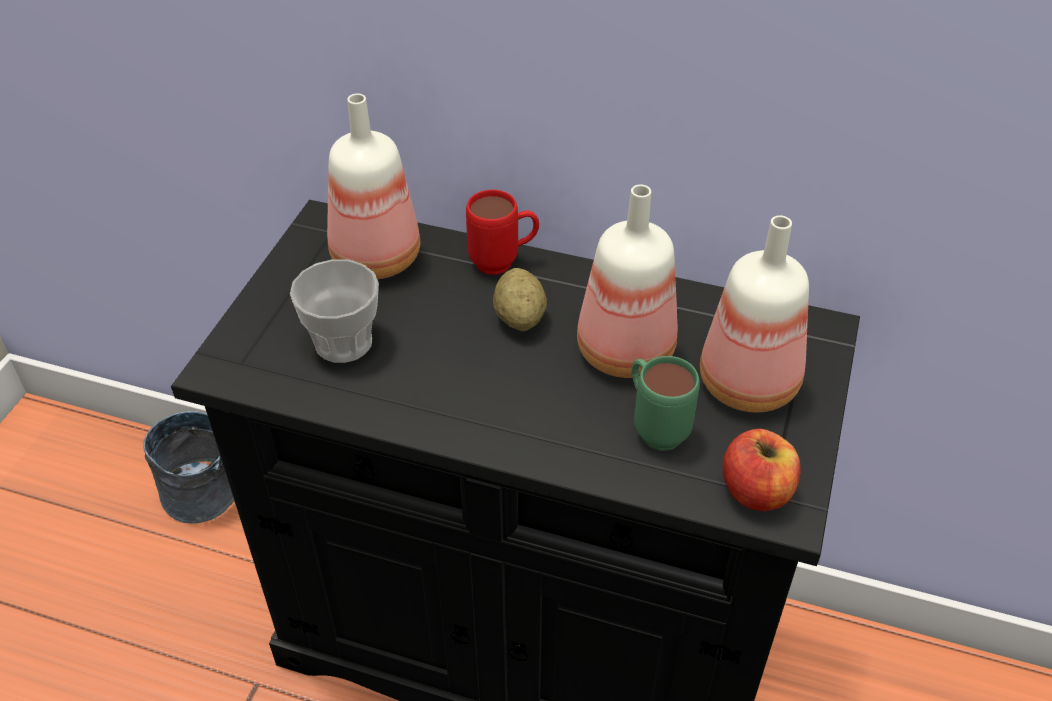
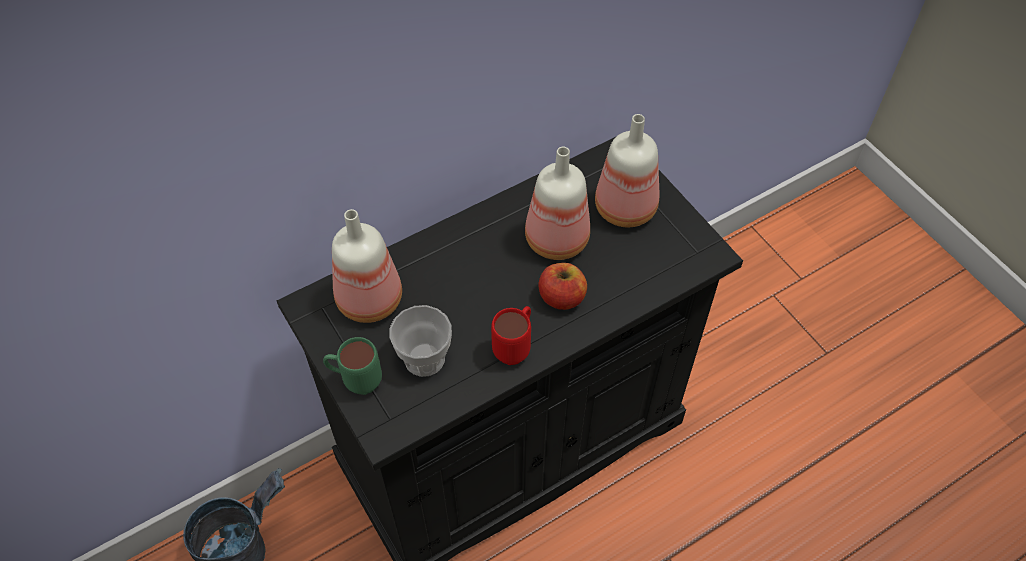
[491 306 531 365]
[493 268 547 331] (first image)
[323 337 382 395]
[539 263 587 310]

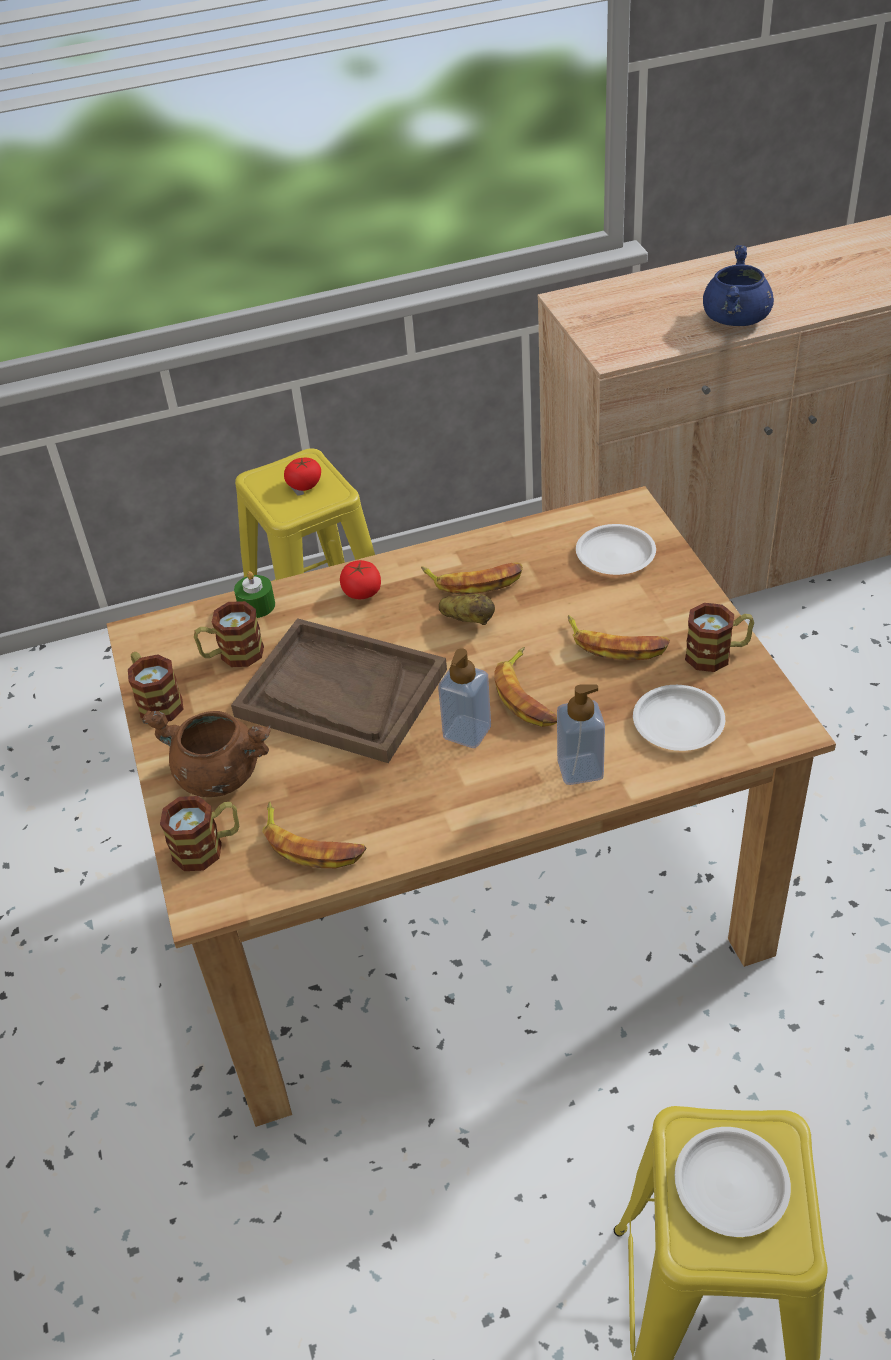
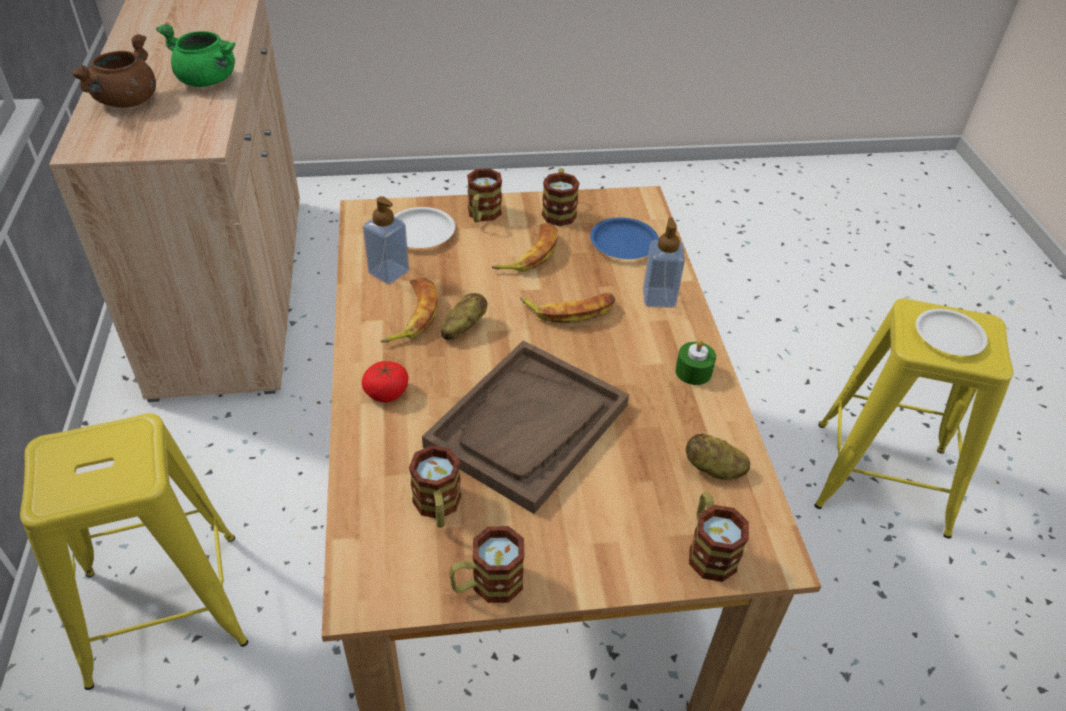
[71 34 156 108]
[675 339 716 385]
[686 433 750 480]
[284 458 321 491] (first image)
[363 196 409 284]
[590 217 659 259]
[156 24 236 87]
[467 168 502 223]

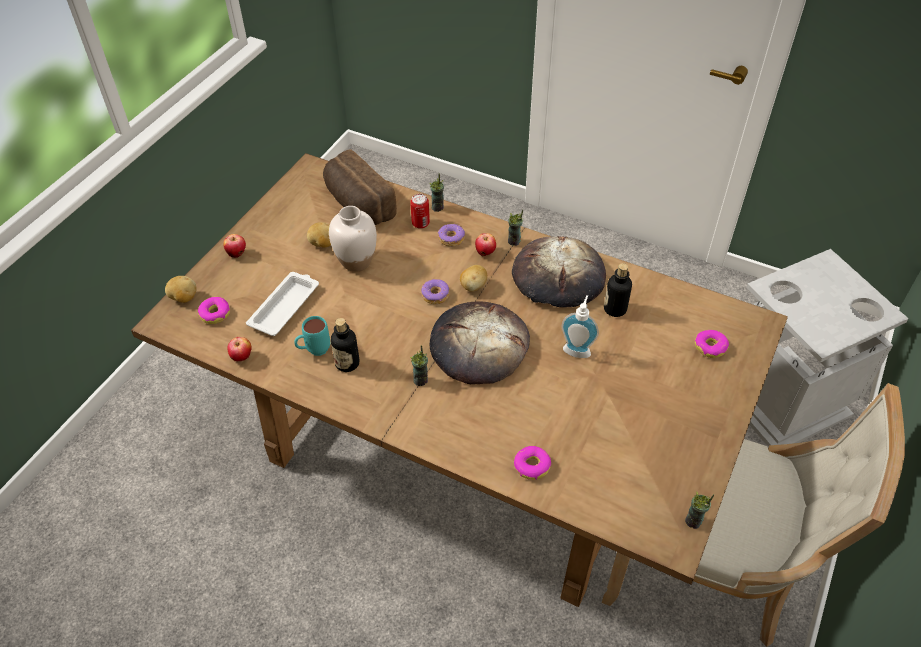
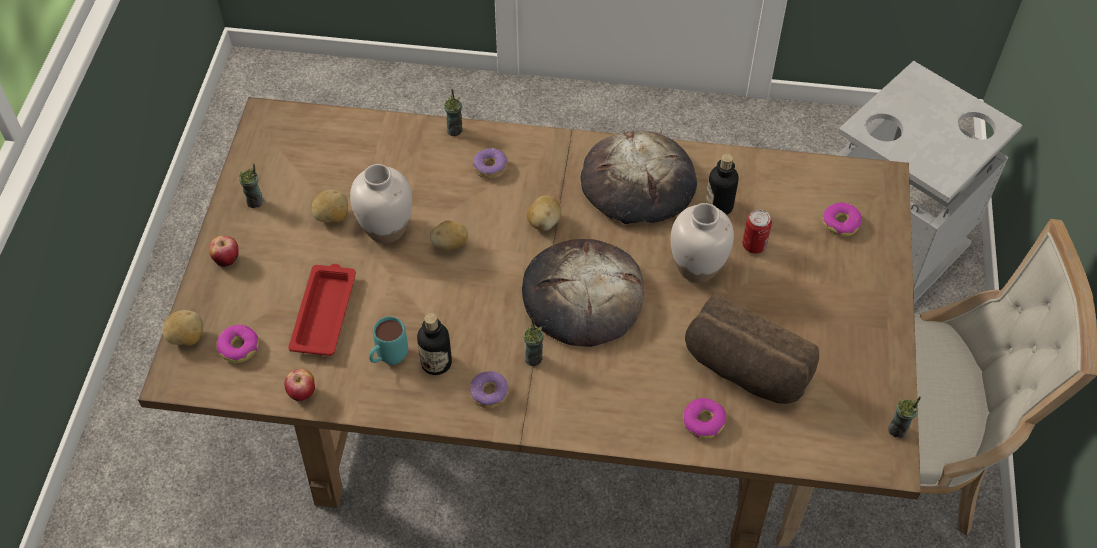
[288 264 356 356]
[685 294 819 404]
[742 210 772 254]
[470 371 508 409]
[475 233 496 256] (first image)
[239 163 263 208]
[671 203 734 283]
[430 221 469 250]

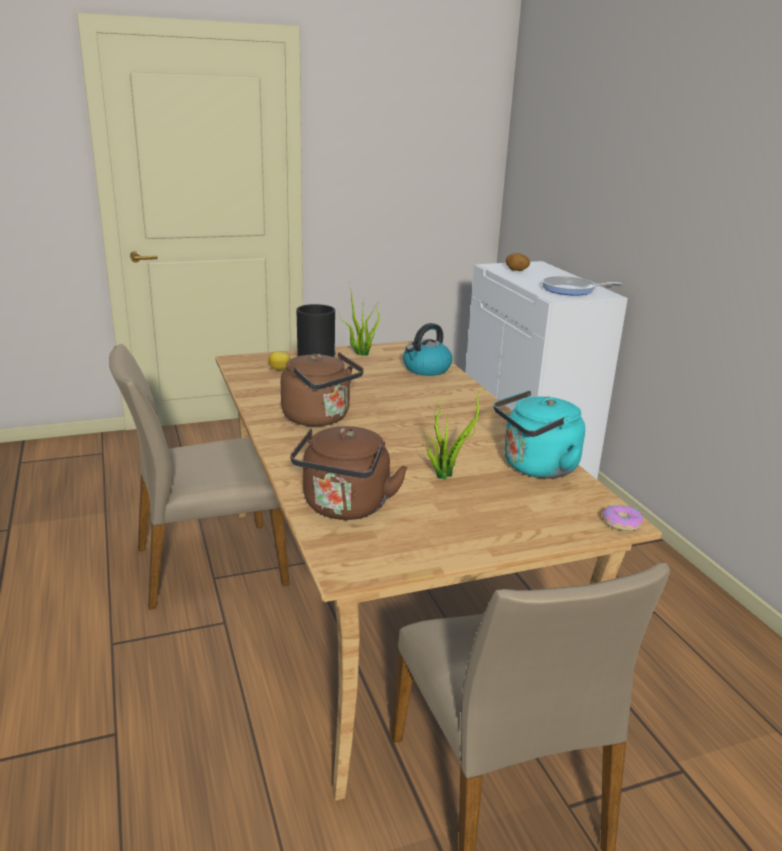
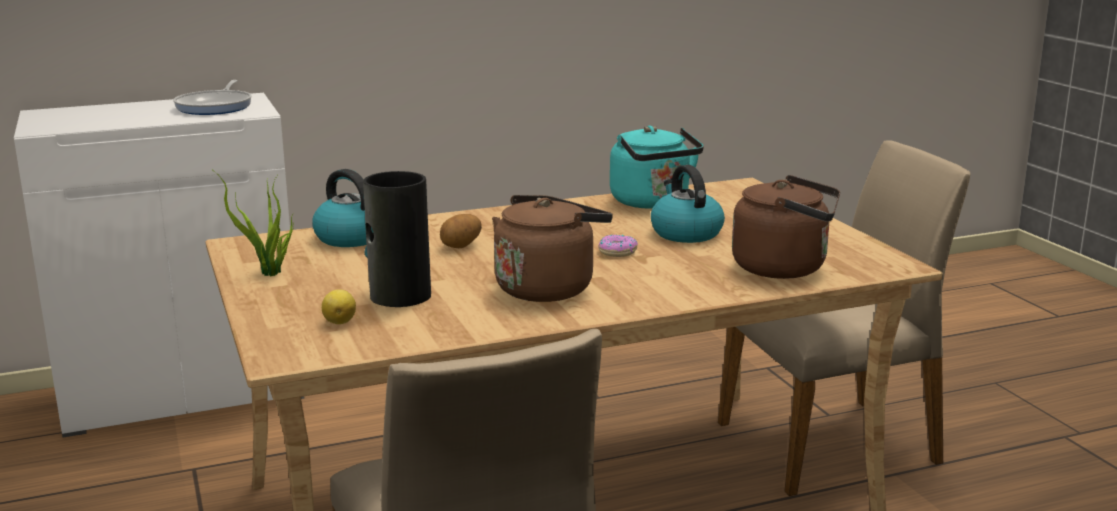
[651 165 725 243]
[440 214 482 248]
[598 234 638 257]

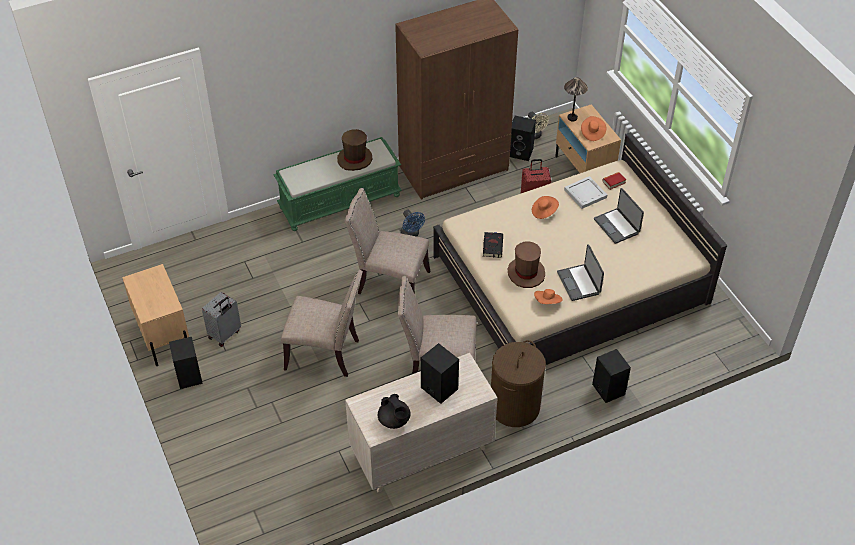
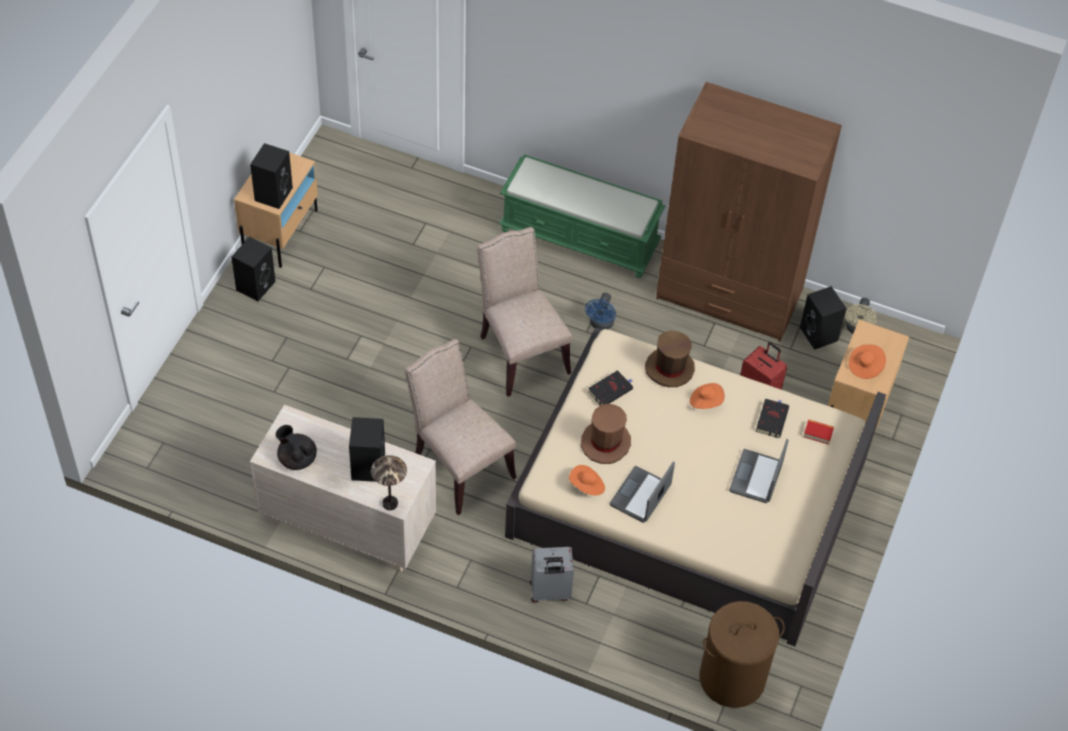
[530 547 574 603]
[281 270 363 377] (first image)
[645 331 695 387]
[275 425 317 470]
[700 601 785 708]
[371 455 407 510]
[756 399 789 438]
[250 143 293 209]

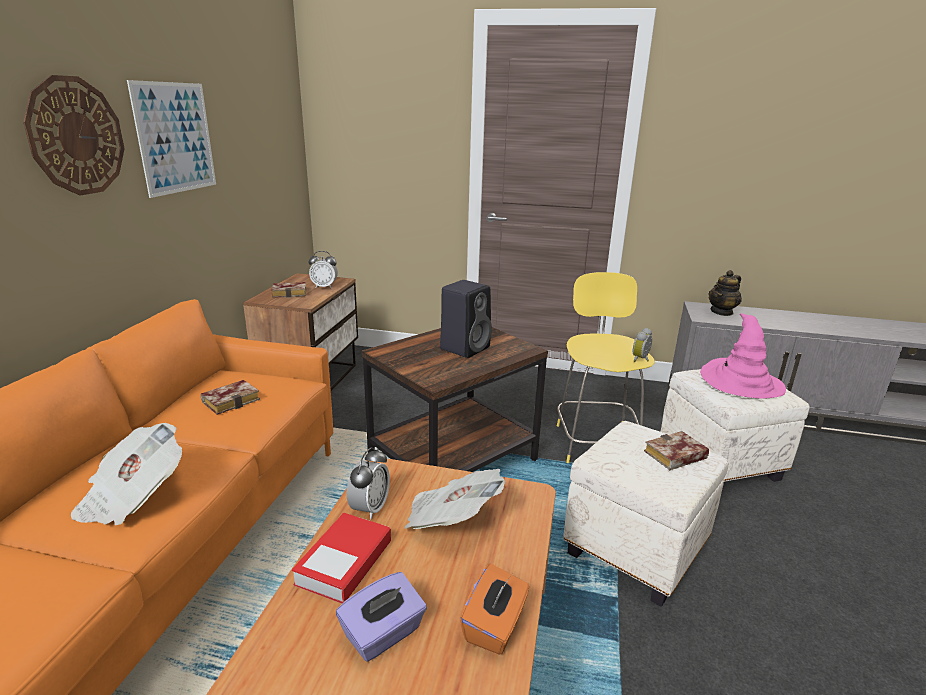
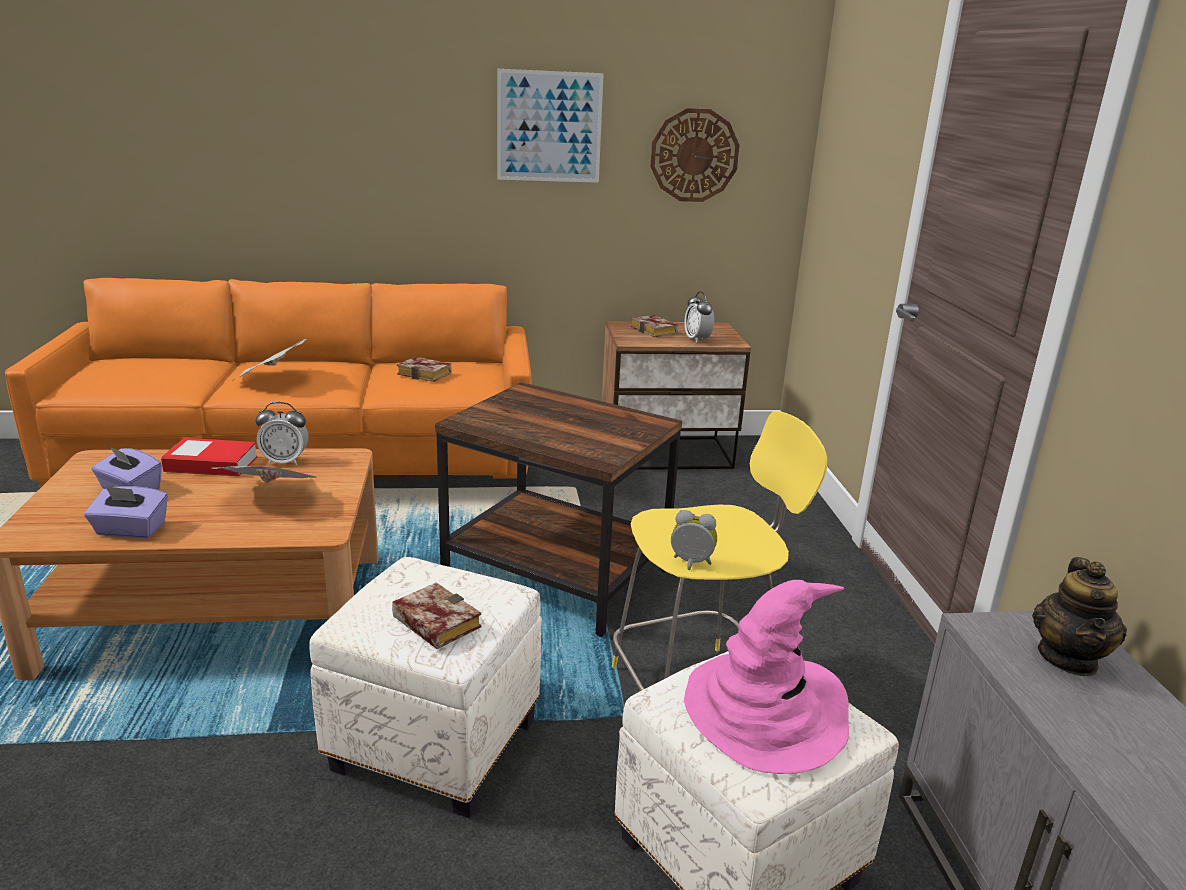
[650 108 740 202]
[440 280 492 358] (first image)
[84 486 168 538]
[1032 557 1127 676]

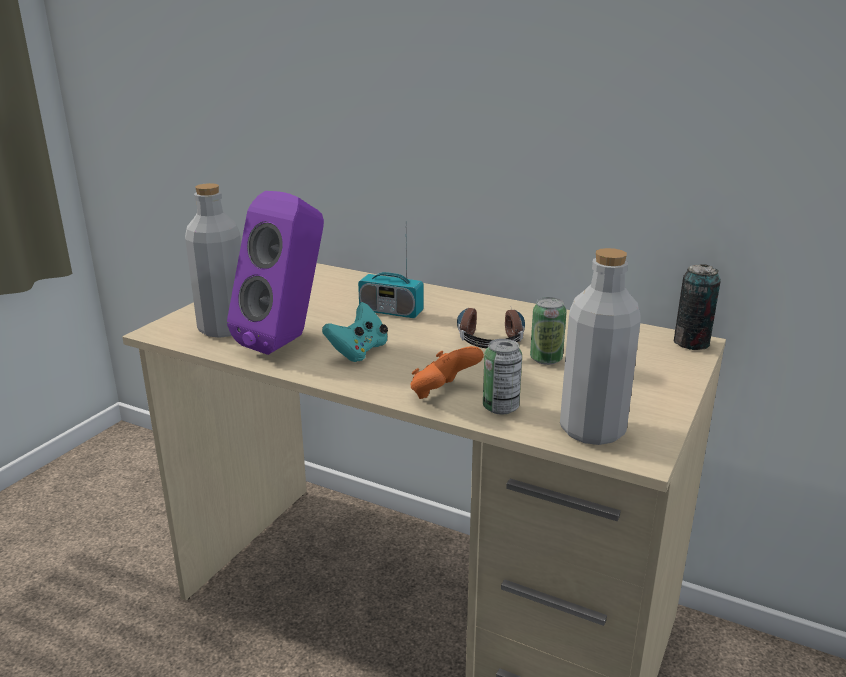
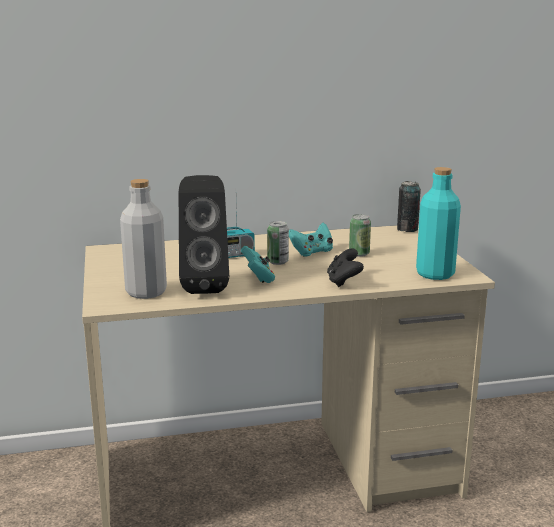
[179 175 229 294]
[327 248 364 287]
[289 223 333 257]
[267 221 289 265]
[416 167 461 280]

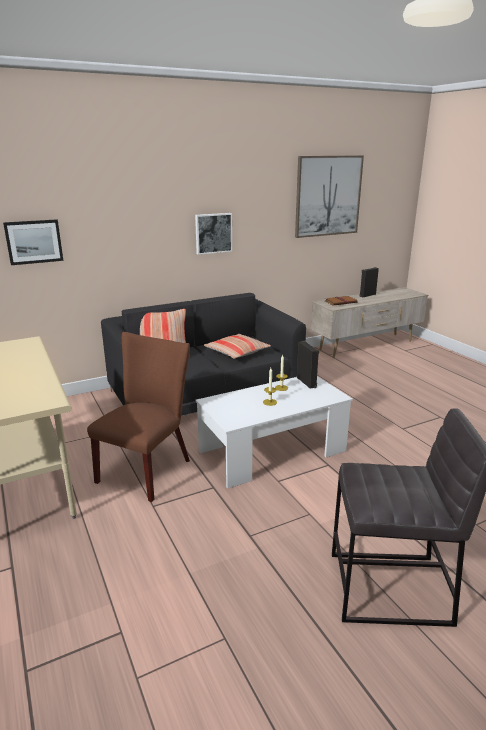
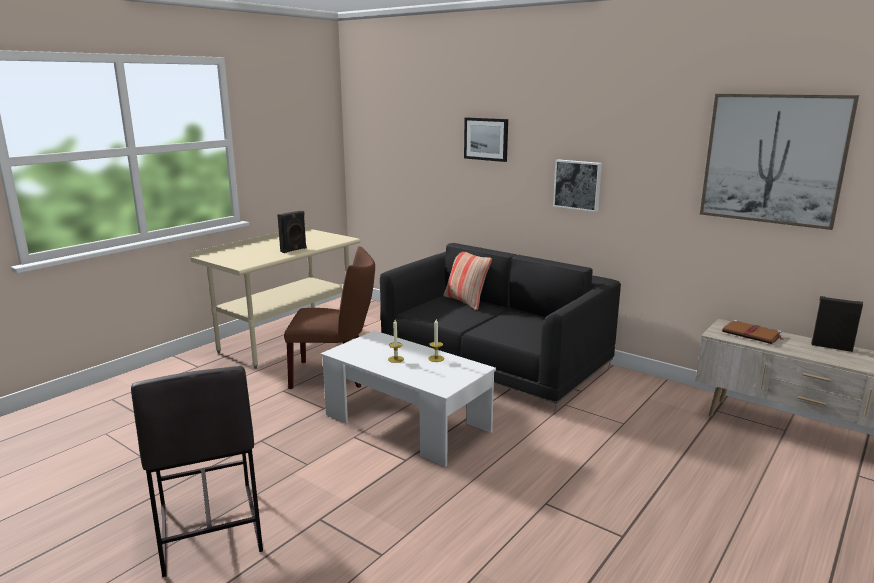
[464 117 508 162]
[204 334 271 359] (first image)
[277 211 307 253]

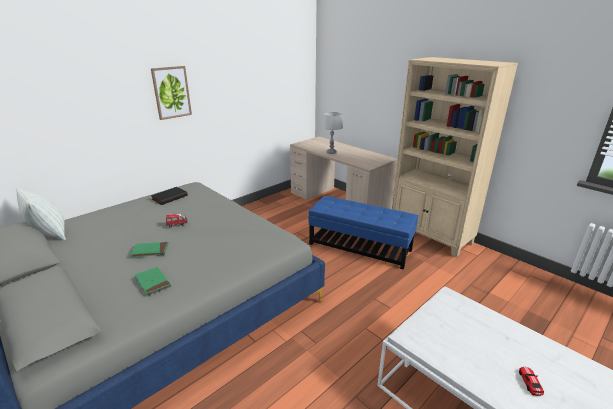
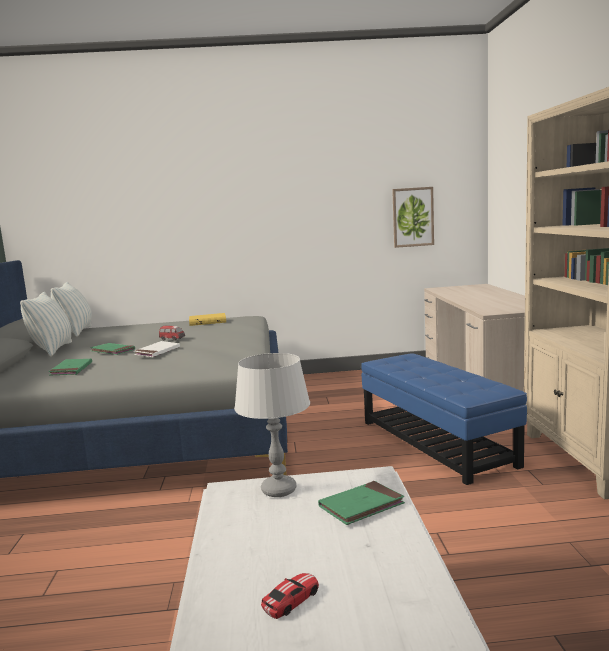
[392 187 434 248]
[189 313 226 326]
[234 353 310 497]
[20 292 72 357]
[134 341 180 357]
[318 481 405 525]

